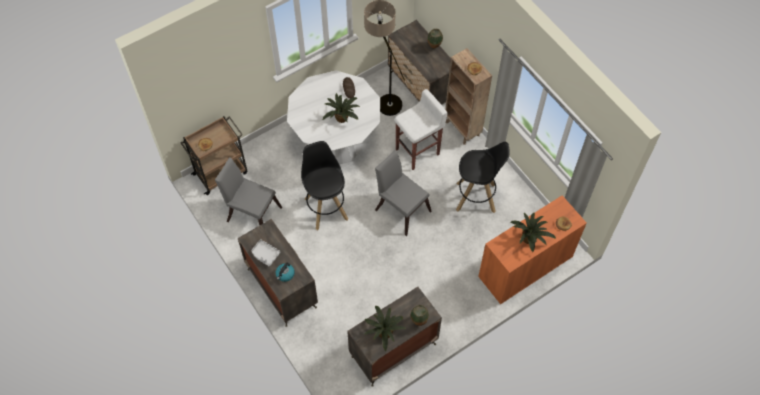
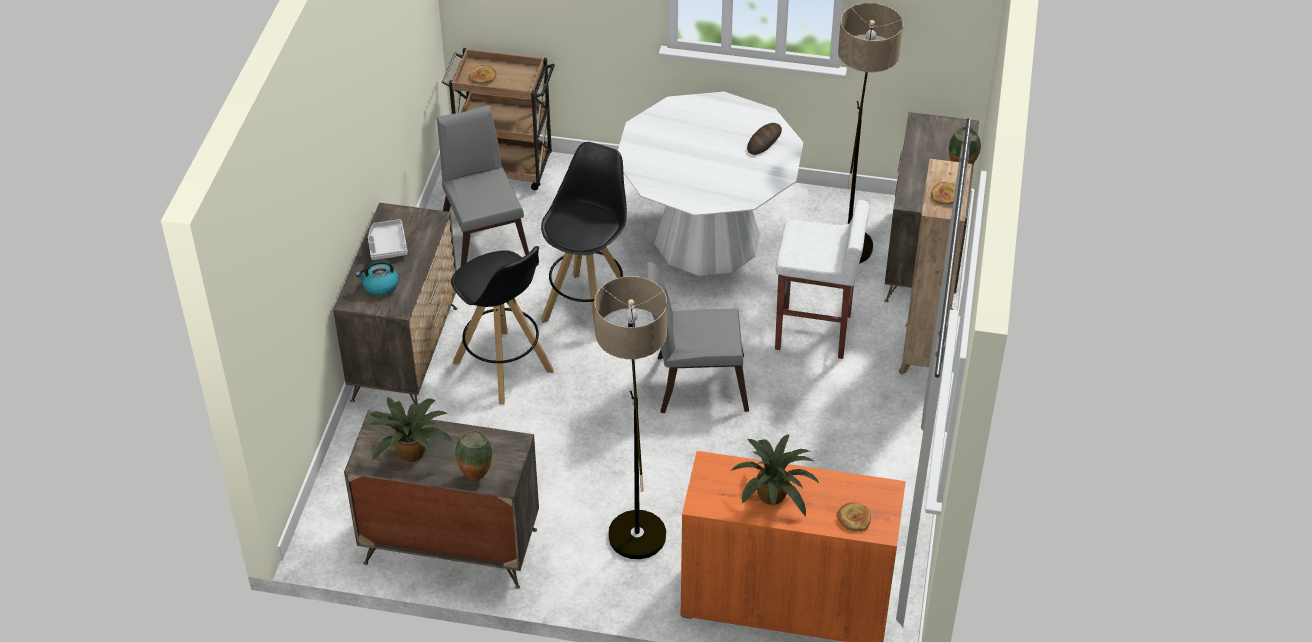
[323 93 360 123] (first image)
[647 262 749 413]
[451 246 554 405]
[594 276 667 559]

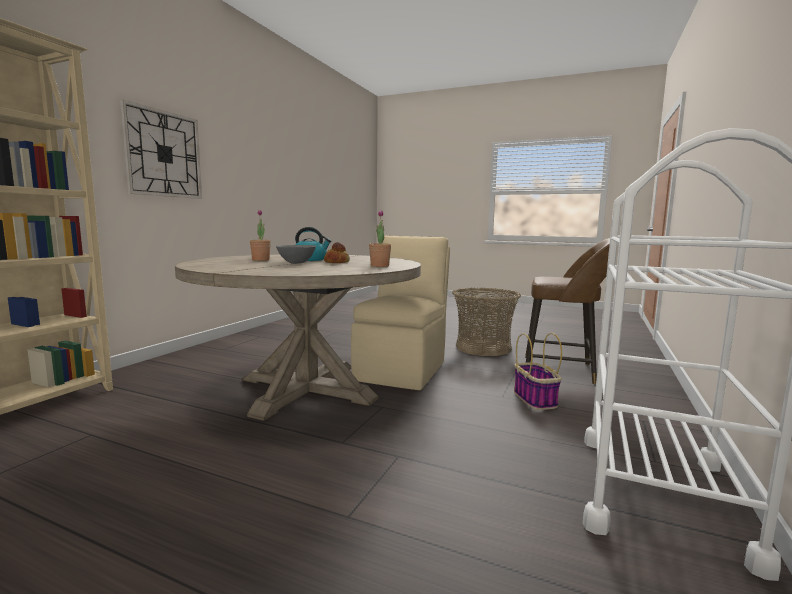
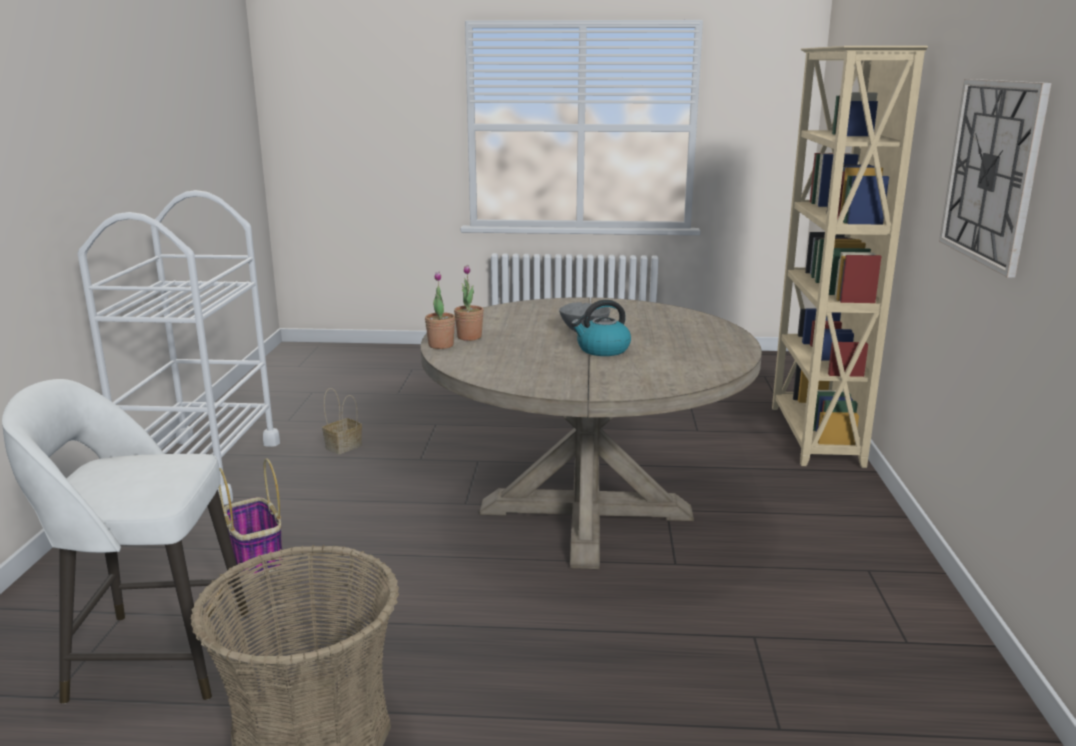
[425 272 455 349]
[324 242 350 263] (first image)
[351 235 450 390] (first image)
[2 379 249 704]
[322 388 362 454]

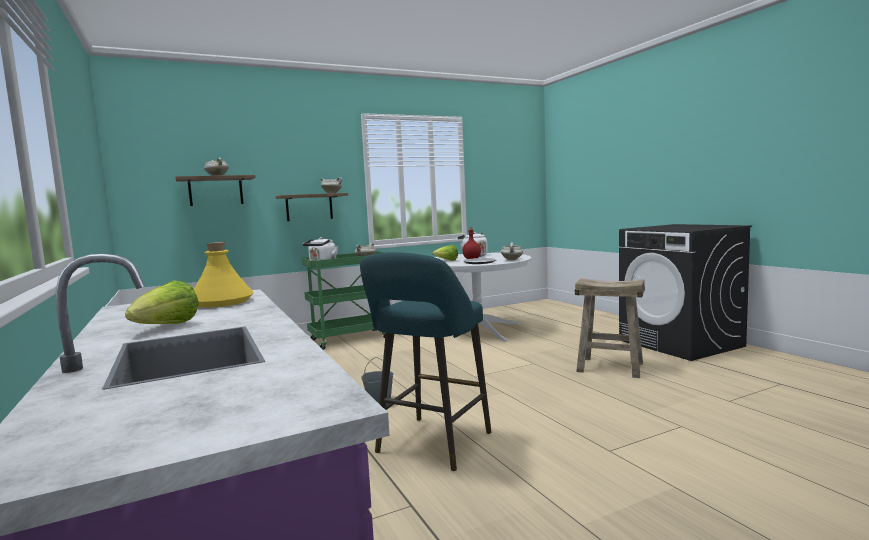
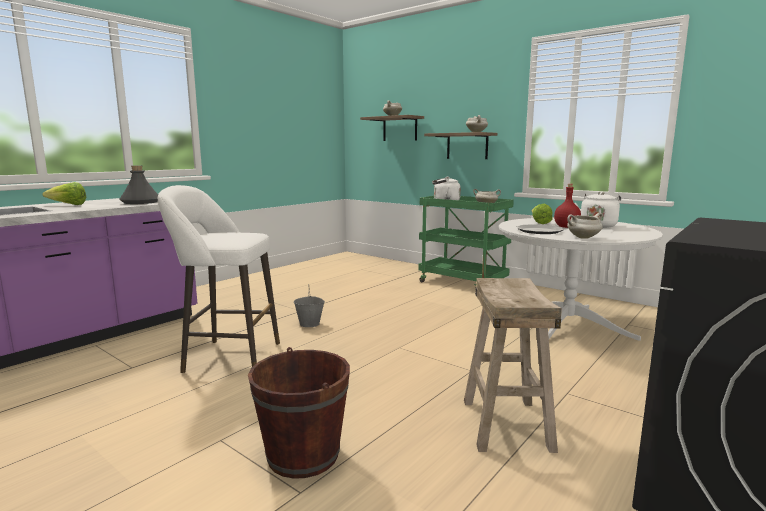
[119 165 158 204]
[158 185 280 373]
[248 347 350 479]

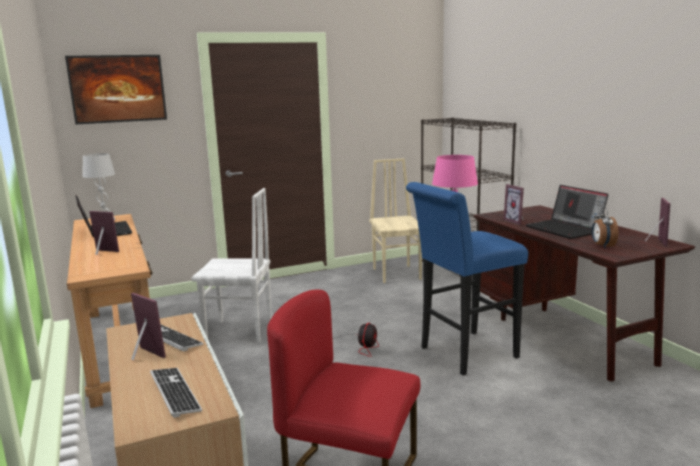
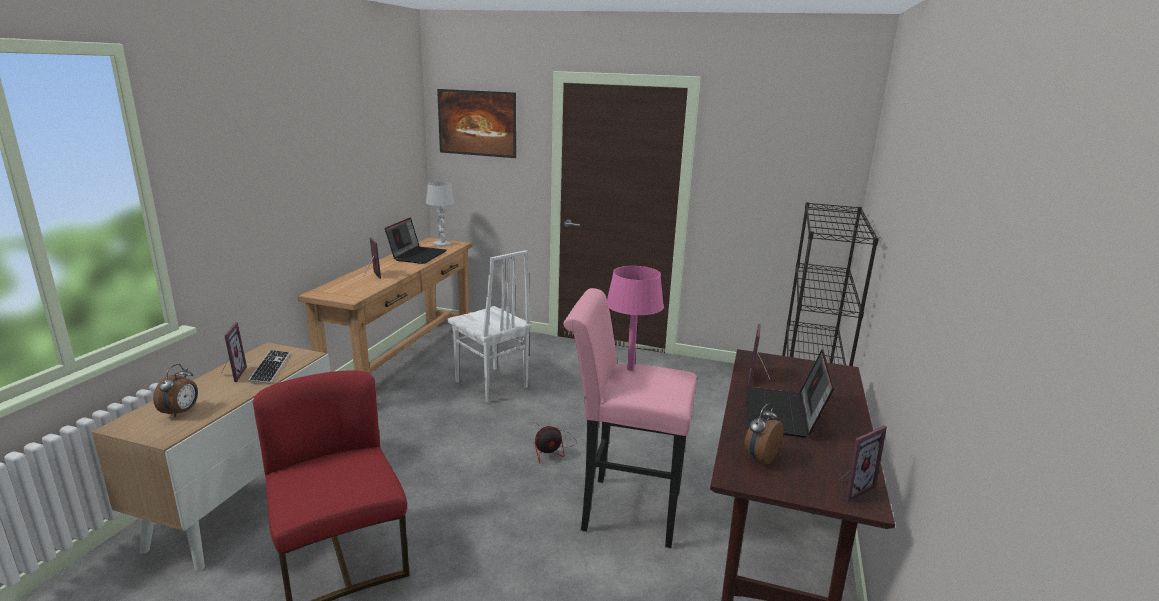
[153 364 198 418]
[369 158 422 283] (first image)
[563 288 697 548]

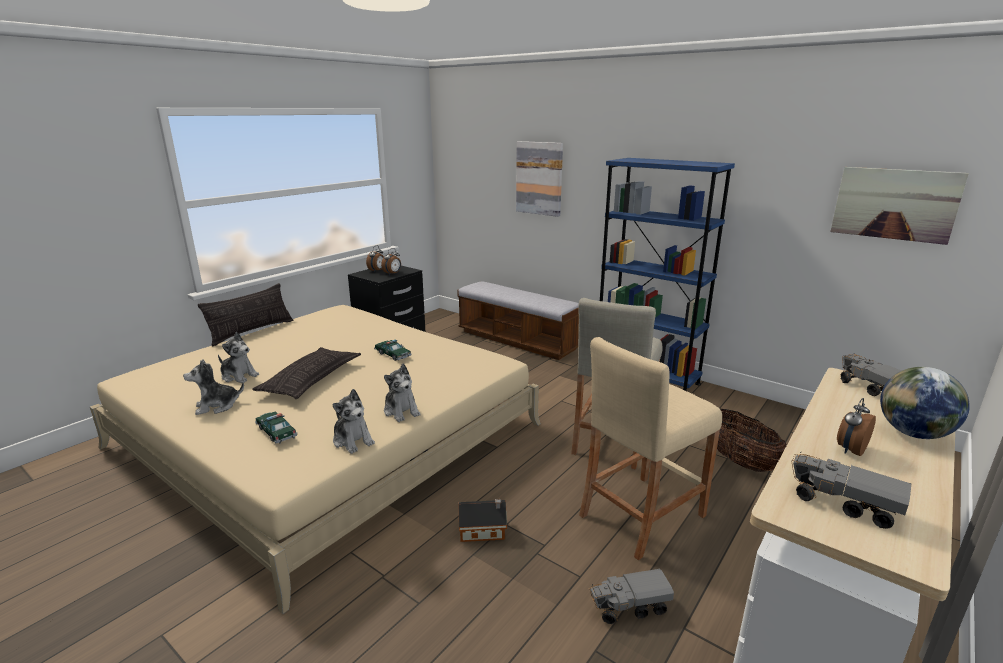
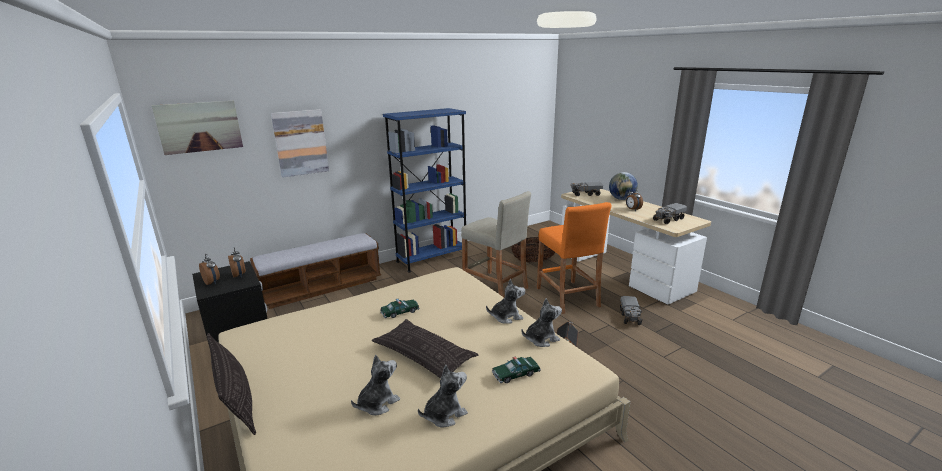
[418 365 468 427]
[537 202 611 314]
[152 100 243 155]

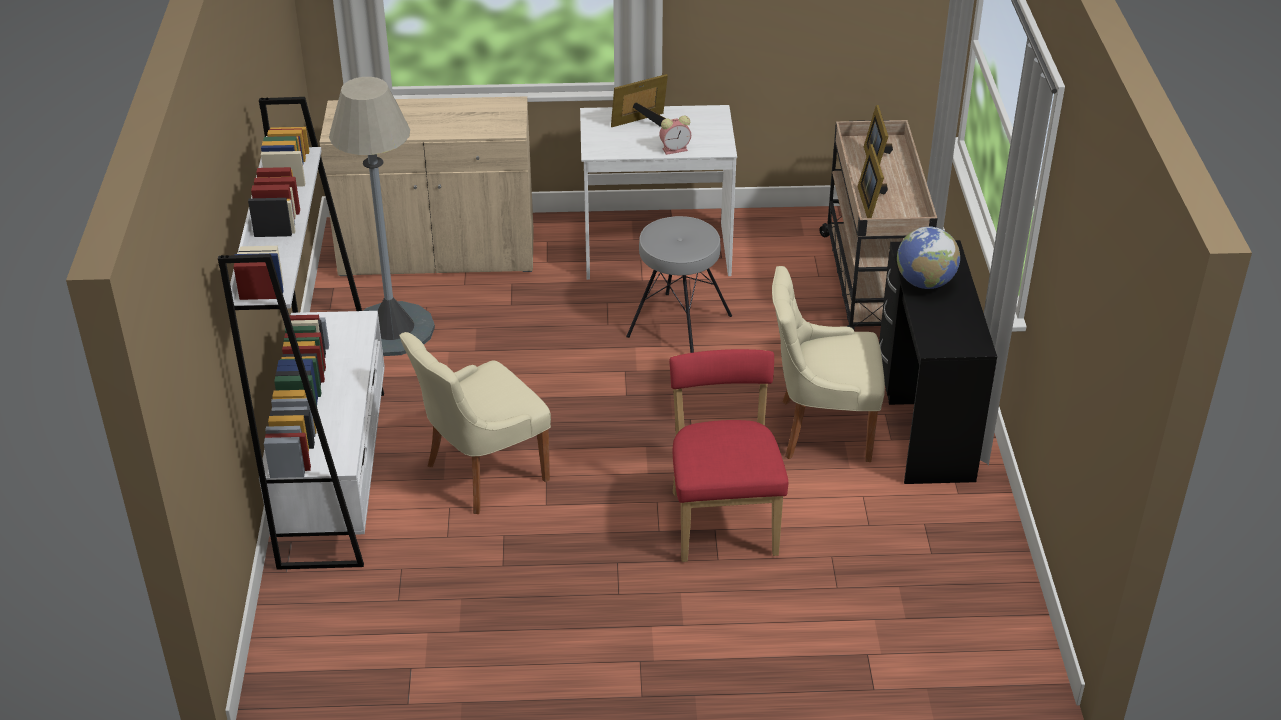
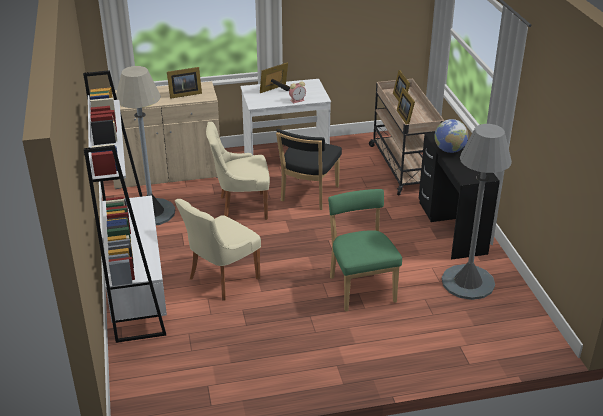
[276 129 342 210]
[328 189 402 312]
[206 122 270 220]
[167 67 202 99]
[442 124 512 300]

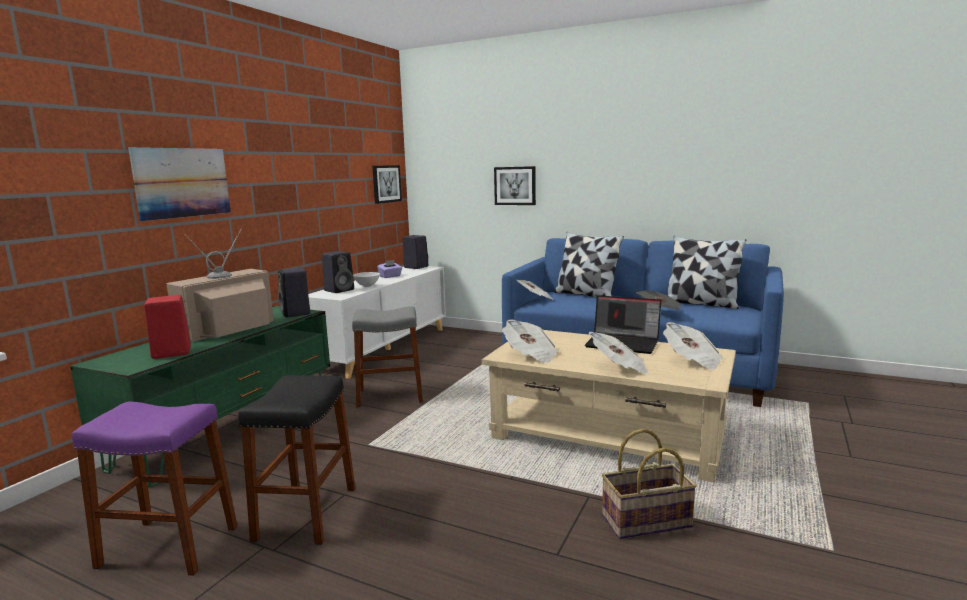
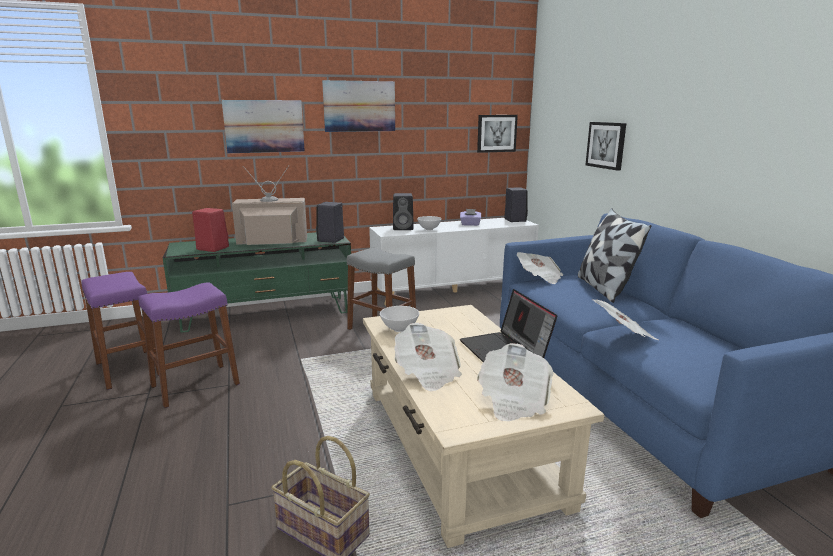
[139 282 240 408]
[380 306 419 332]
[668 236 746 309] (first image)
[322 80 395 132]

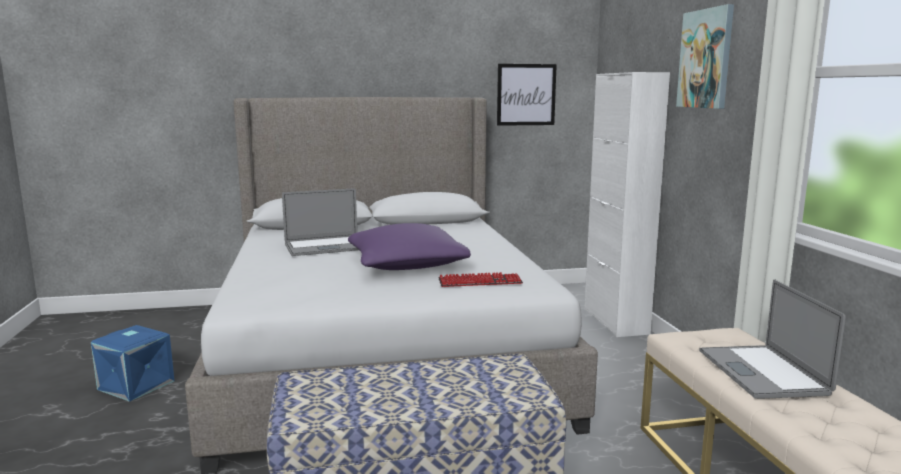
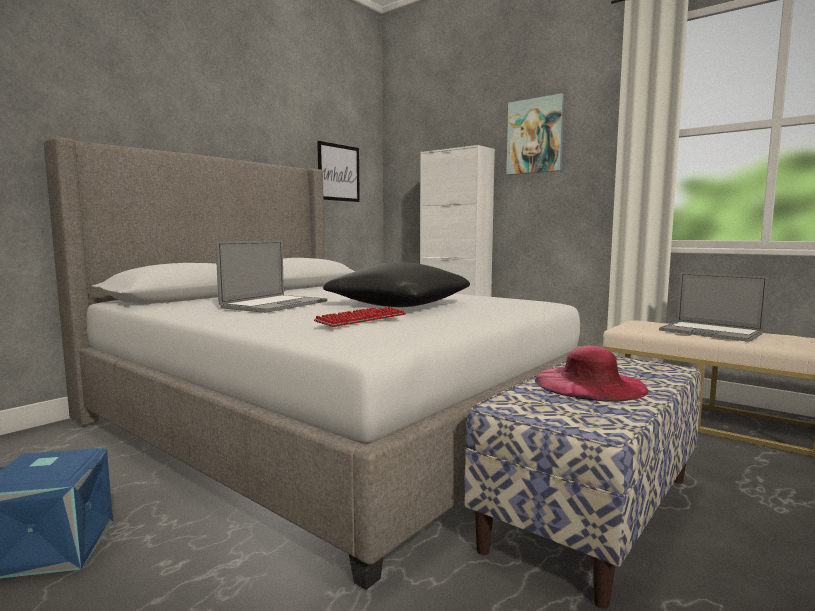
[323 262 470 307]
[314 307 406 327]
[535 346 648 402]

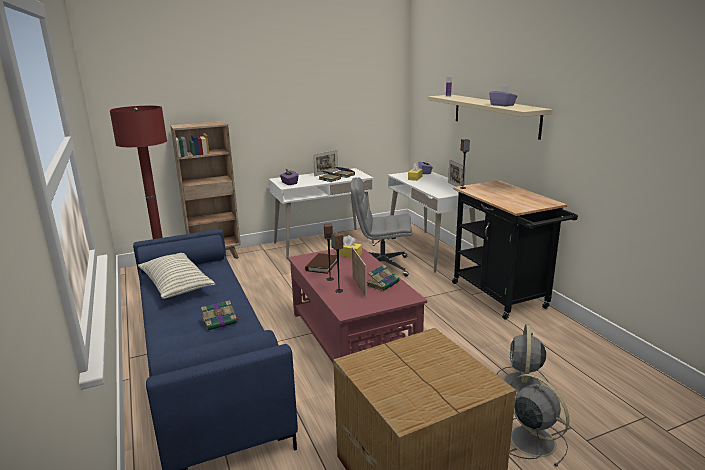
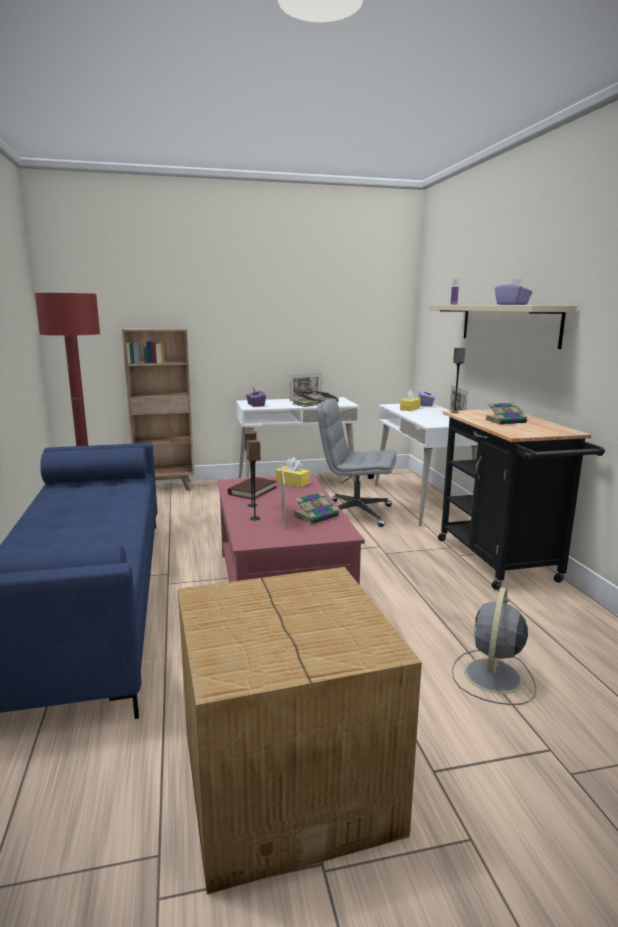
[138 253 215 299] (first image)
[485 402 527 425]
[509 374 569 467] (first image)

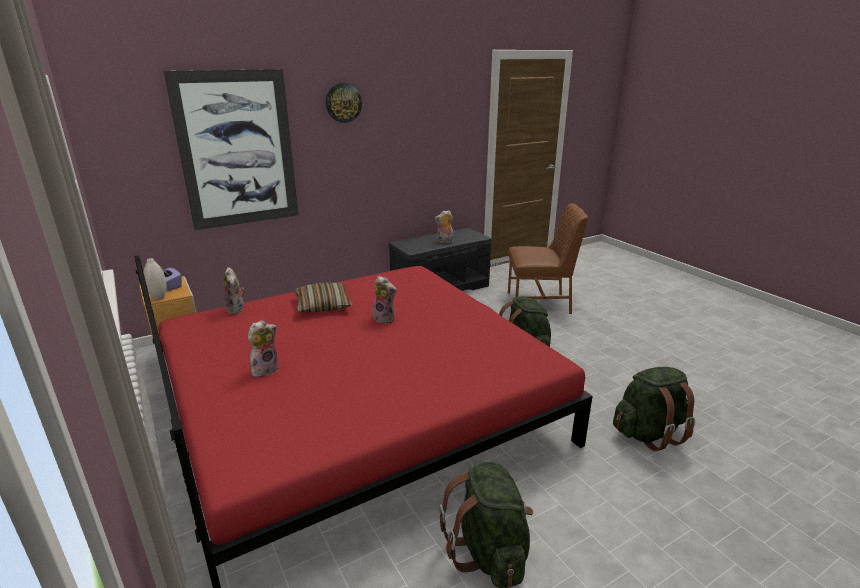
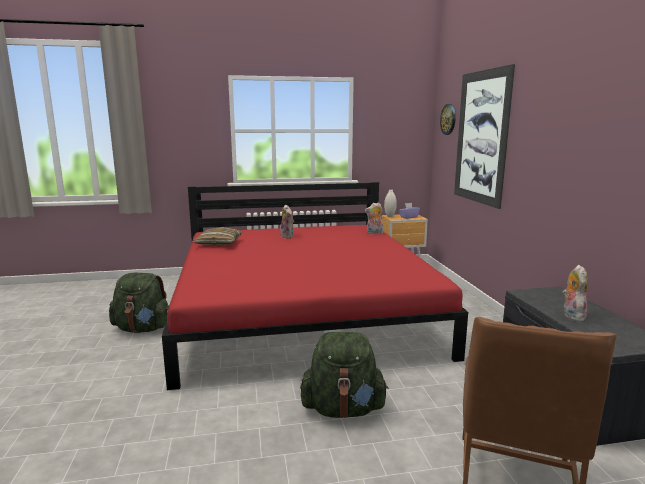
[193 227 242 246]
[440 104 456 135]
[373 276 397 324] (first image)
[613 367 695 451] (first image)

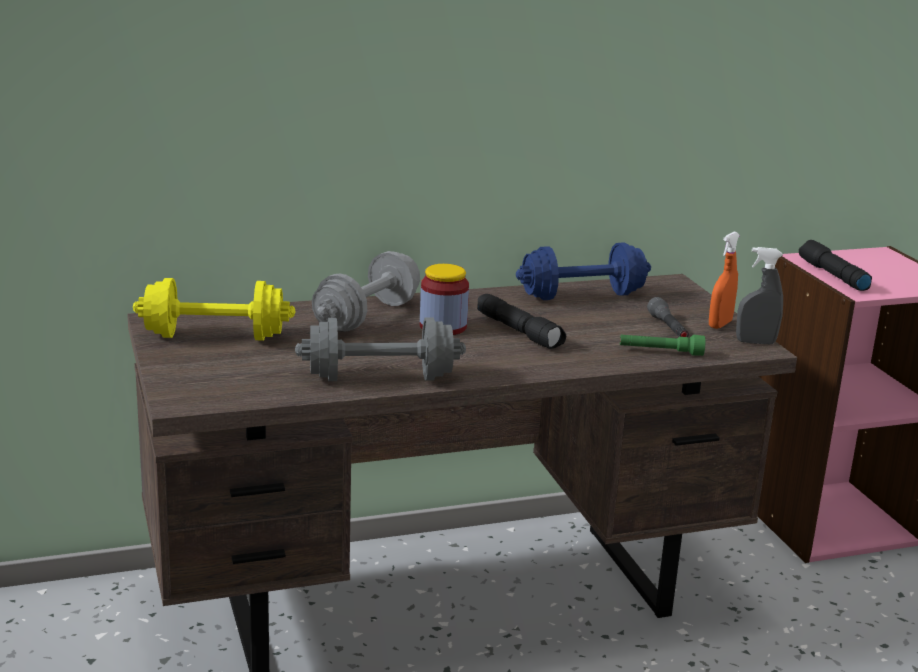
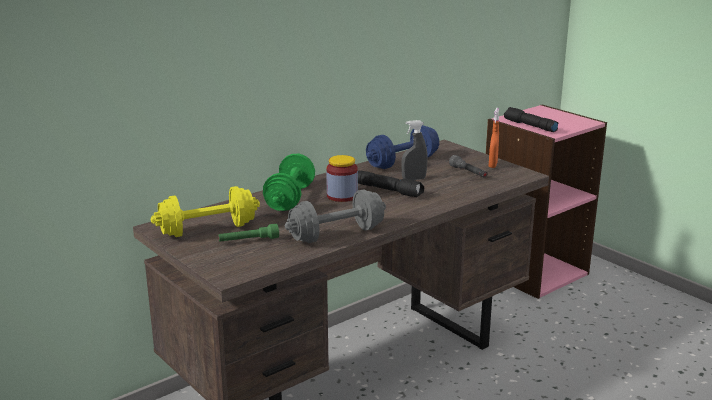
[263 154 315 211]
[218 224 279 242]
[401 120 428 180]

